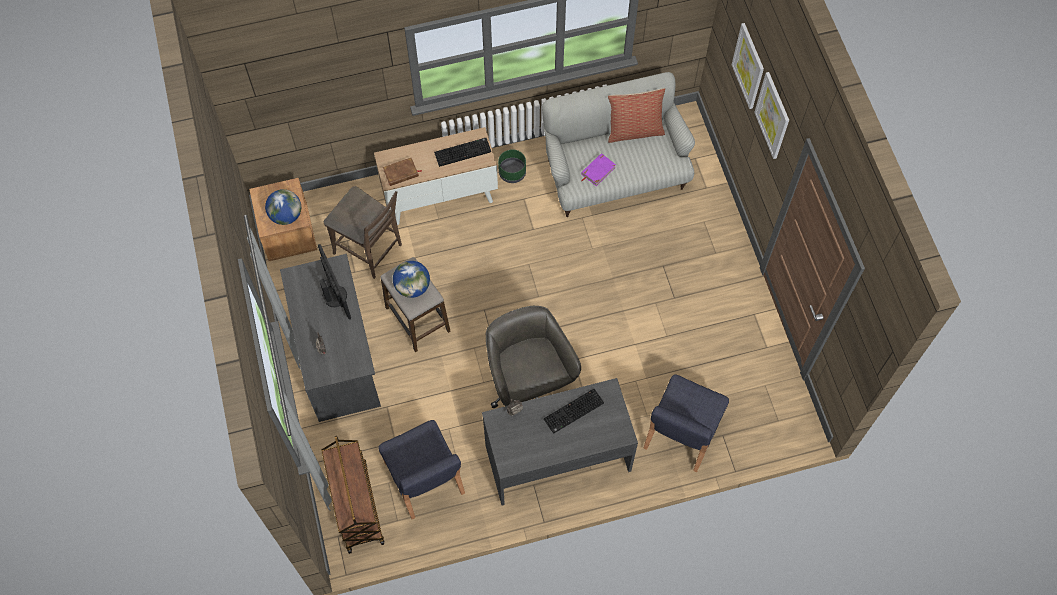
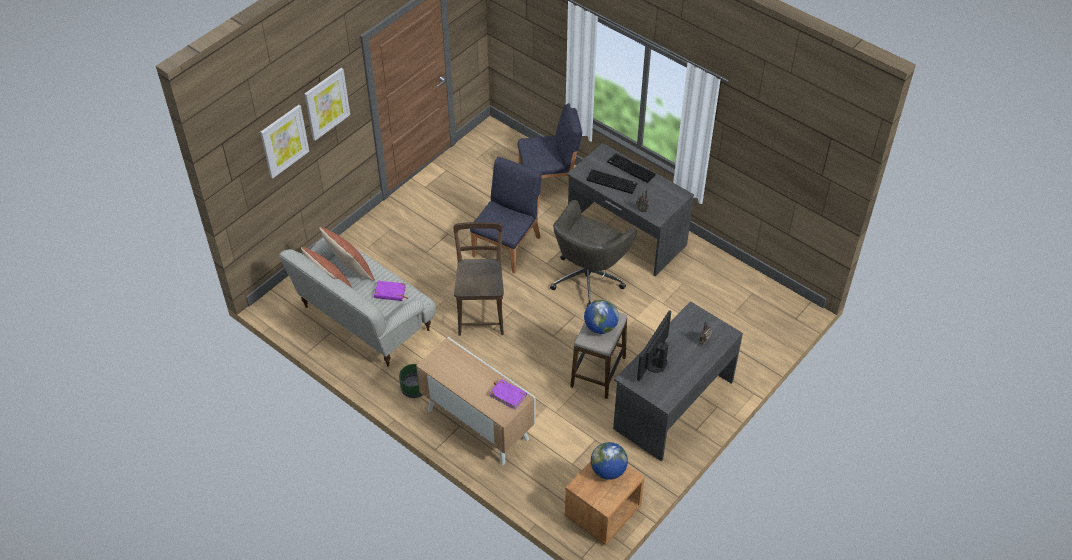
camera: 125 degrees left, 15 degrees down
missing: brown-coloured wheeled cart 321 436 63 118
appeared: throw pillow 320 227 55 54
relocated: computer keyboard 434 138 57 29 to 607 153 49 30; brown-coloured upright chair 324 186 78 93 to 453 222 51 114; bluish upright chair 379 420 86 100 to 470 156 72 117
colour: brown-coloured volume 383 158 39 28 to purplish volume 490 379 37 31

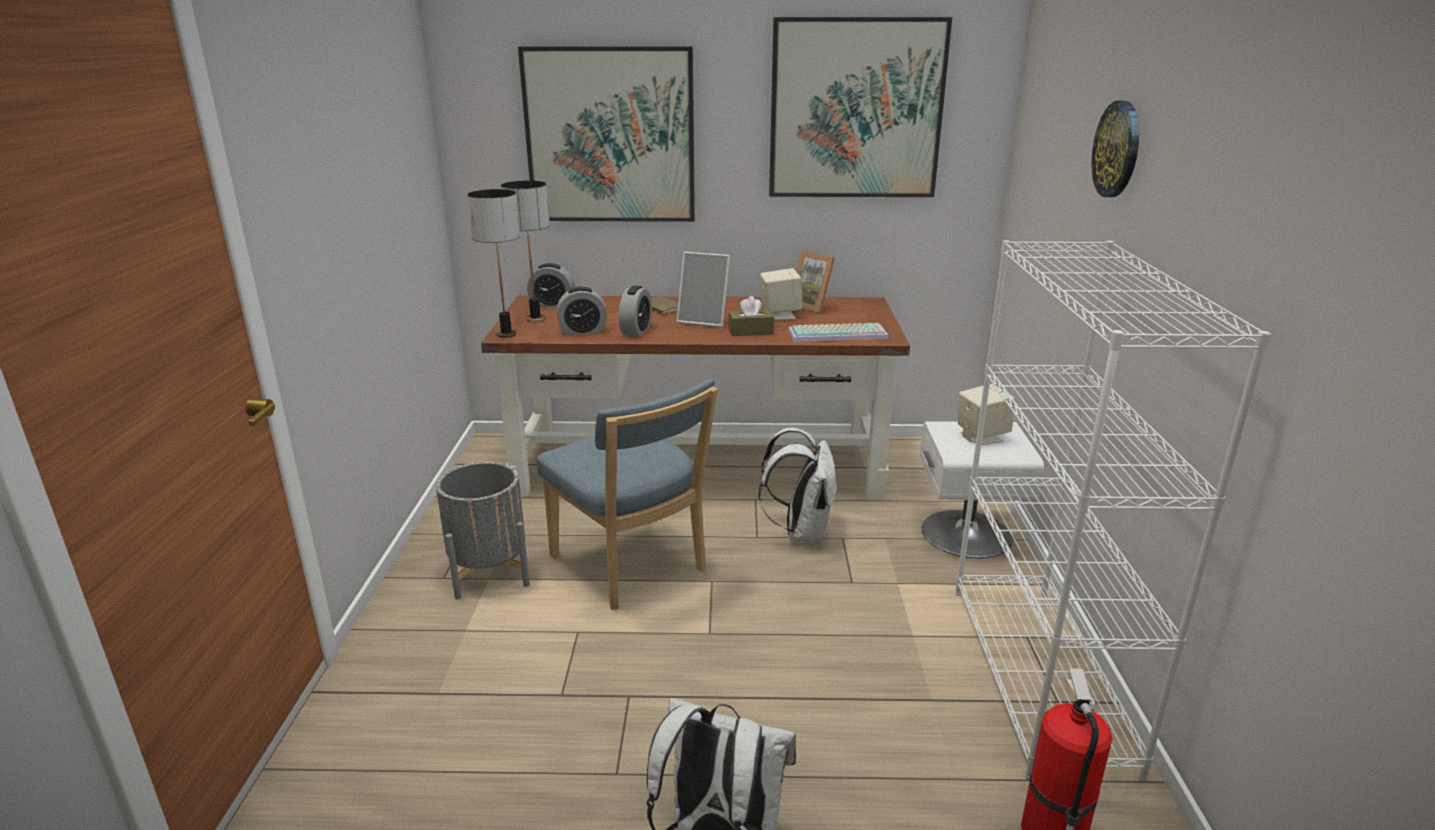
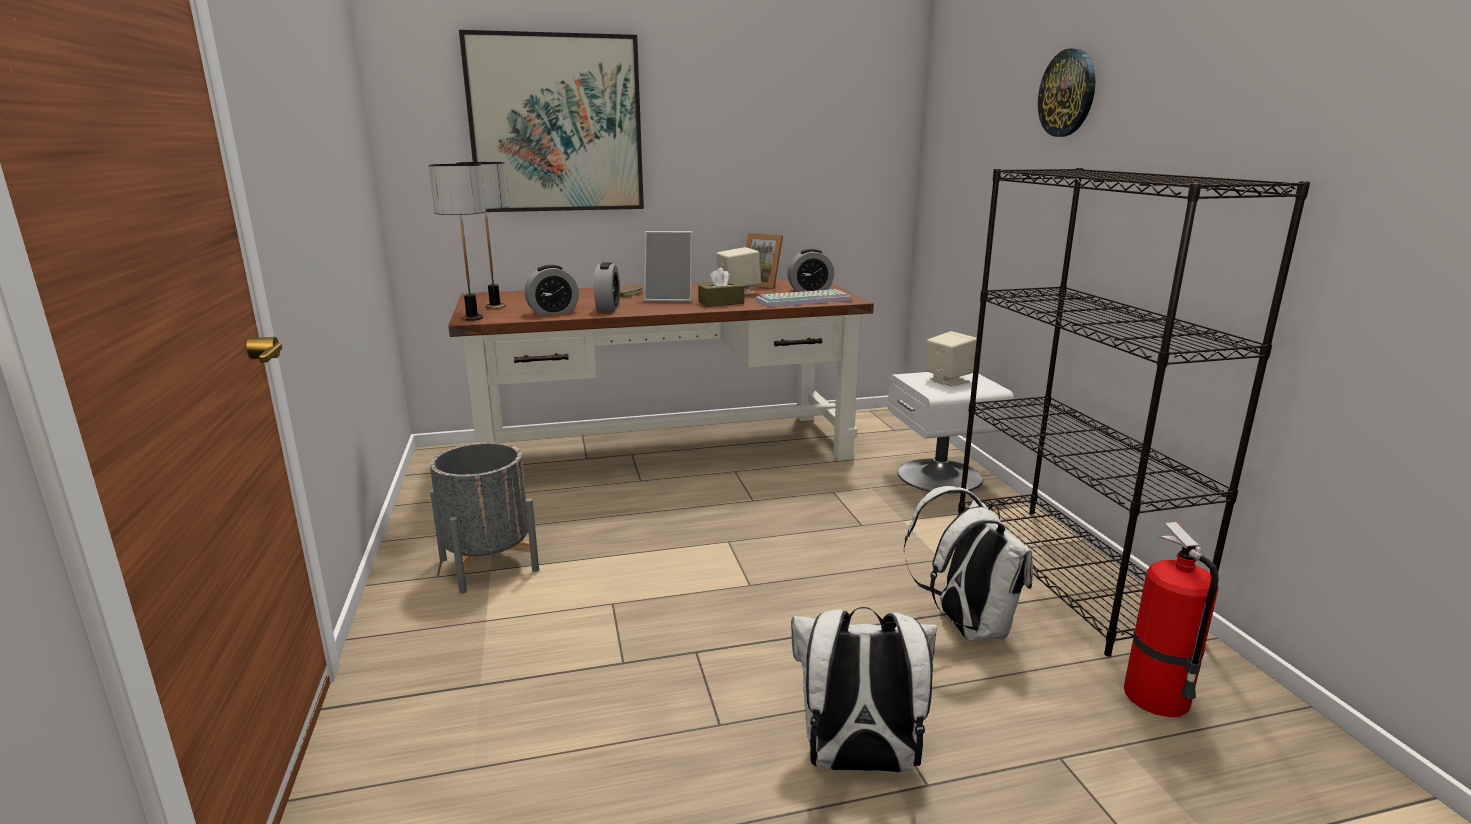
camera: 15 degrees left, 5 degrees down
missing: wall art 769 17 183 180; bluish upright chair 537 378 181 232
relocated: bedside clock 527 263 48 44 to 787 249 47 43; white knapsack 759 427 79 116 to 904 486 129 155
colour: white bookcase 955 240 316 542 to blackish bookcase 958 168 352 489

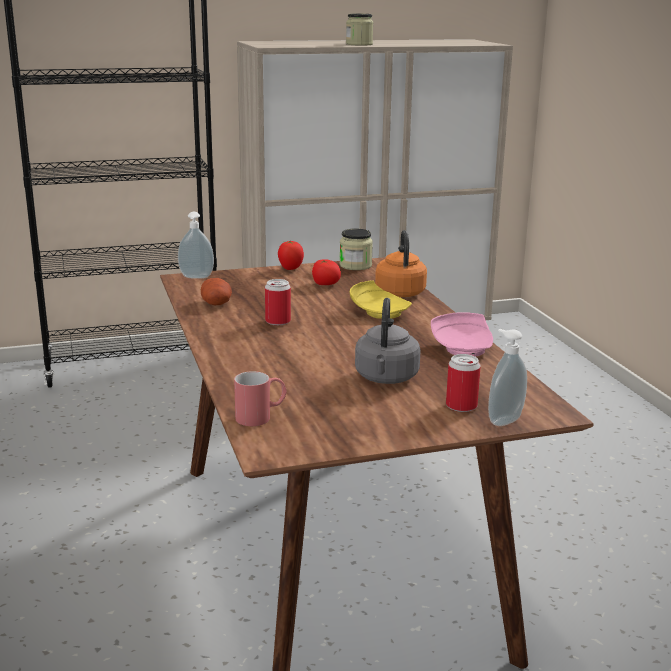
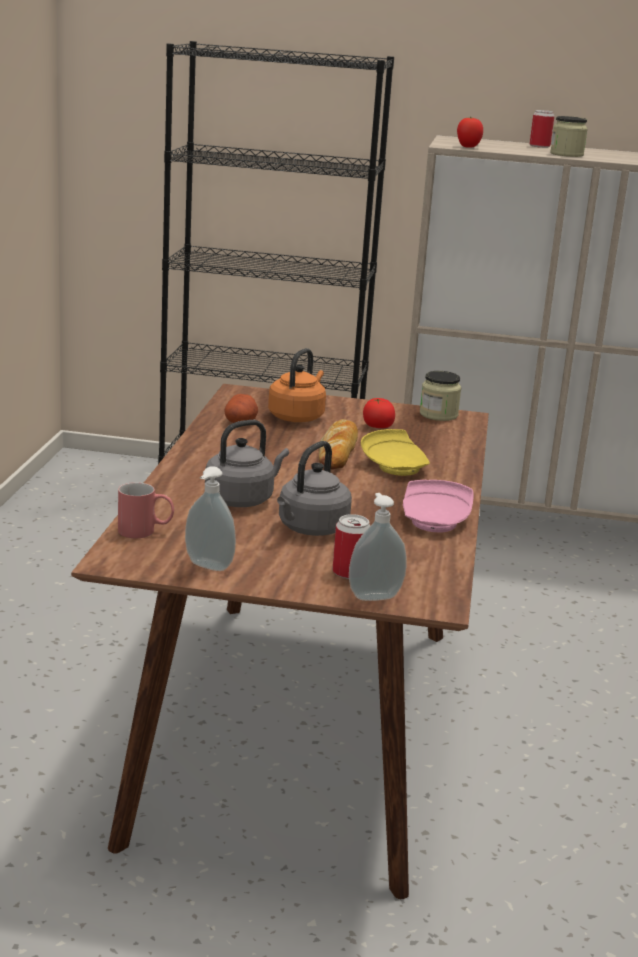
camera: 25 degrees right, 0 degrees up
appeared: bakery bread 319 419 39 51; grey water kettle 205 420 84 87
relocated: soap bottle 178 212 36 67 to 185 466 51 105; orangey water kettle 375 230 52 67 to 268 348 58 74; tomato 278 241 26 29 to 457 117 26 30; can 265 279 26 47 to 530 110 24 38

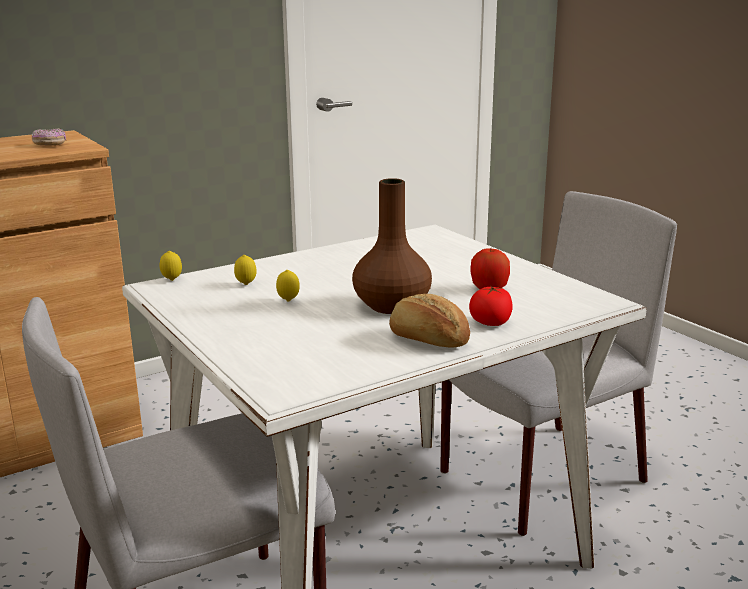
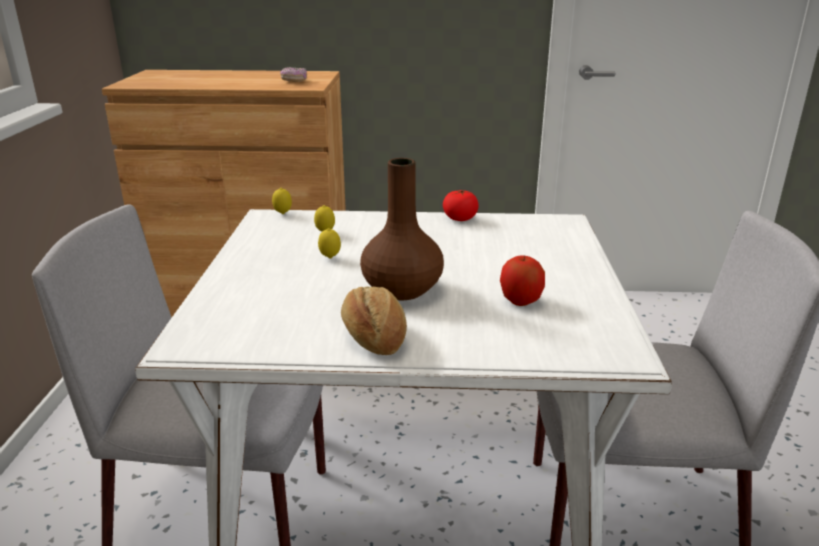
camera: 35 degrees right, 5 degrees up
relocated: tomato 469 286 44 40 to 443 190 36 31

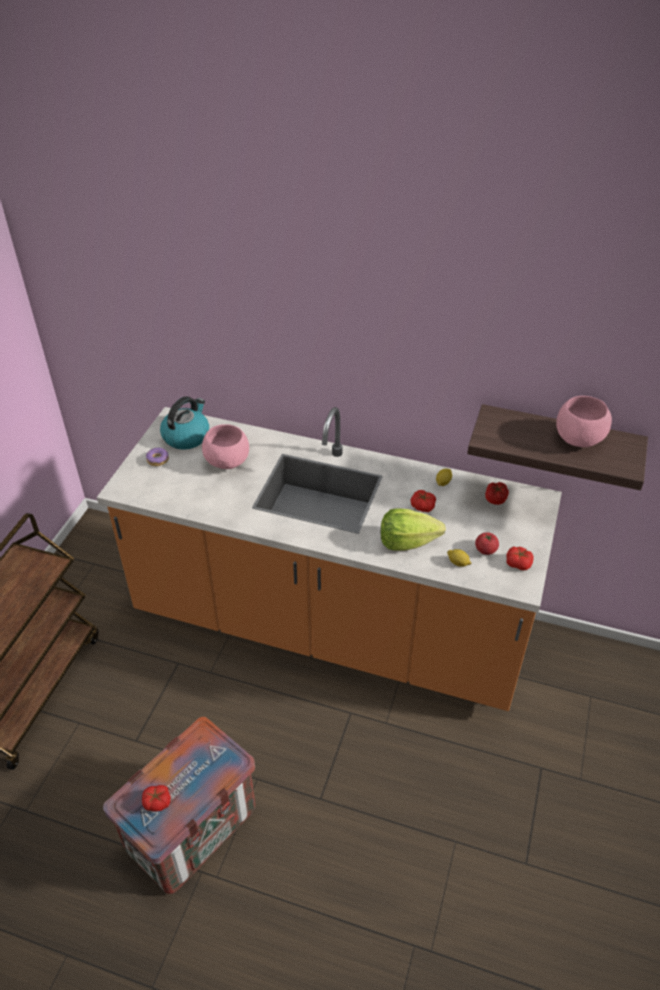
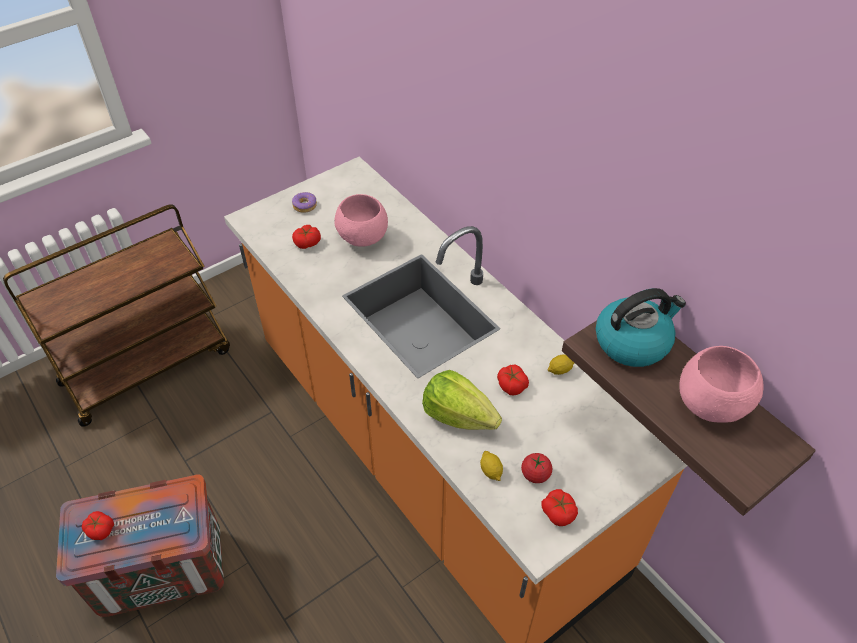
camera: 35 degrees right, 5 degrees up
relocated: water kettle 160 396 49 54 to 596 288 90 79; tomato 485 482 24 23 to 292 225 29 24

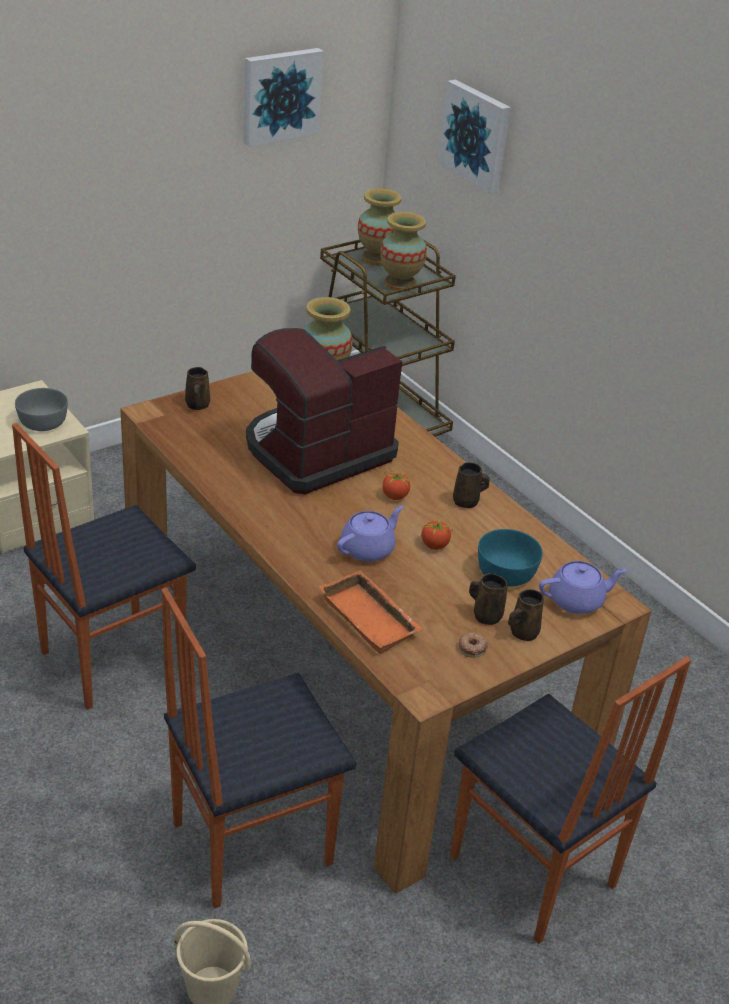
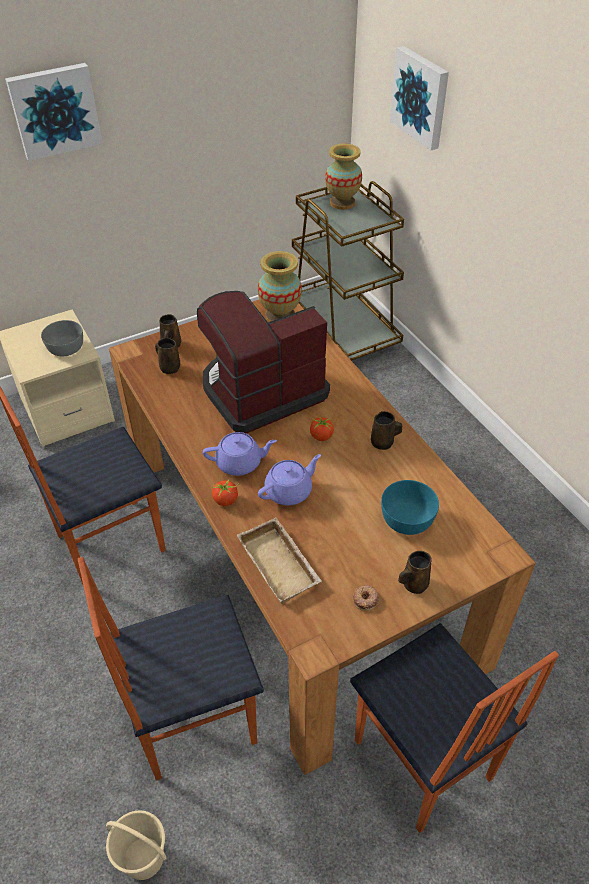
camera: 10 degrees right, 10 degrees up
missing: flower vase 380 212 47 80
relocated: wall art 243 48 81 99 to 5 63 98 98; tomato 421 519 32 31 to 211 477 27 29; purplish teapot 539 561 88 53 to 203 432 74 44; brown-coloured mug 469 573 38 52 to 155 338 25 36
colour: orangey carrying tray 319 570 104 84 to sand-coloured carrying tray 237 517 85 87

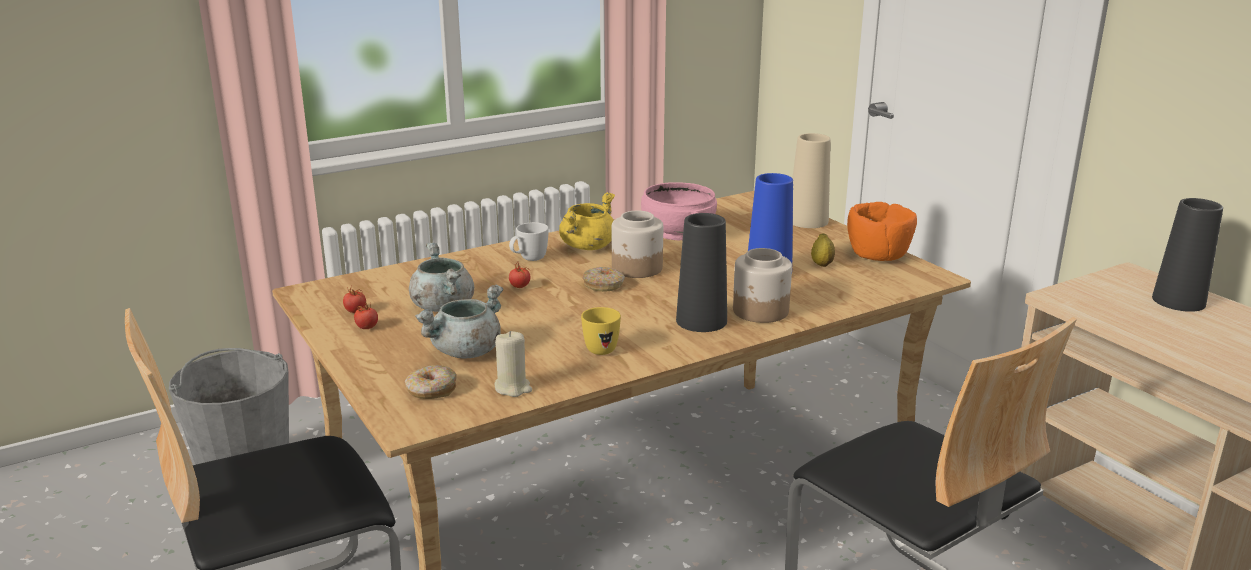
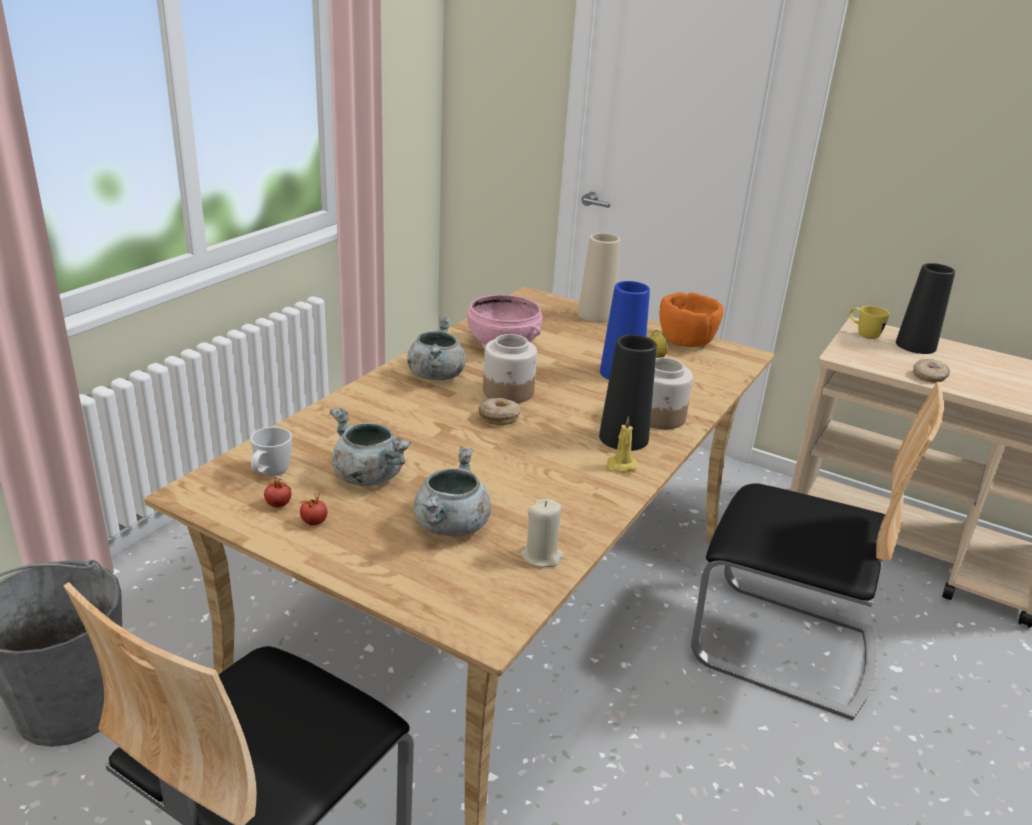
camera: 30 degrees left, 5 degrees up
missing: tomato 509 261 21 27
appeared: yellow-coloured candle 605 416 33 57
relocated: white mug 509 222 40 39 to 250 427 42 49; yellow-coloured mug 581 307 40 48 to 849 306 41 33; doughnut 405 365 52 34 to 913 359 37 23
colour: yellow-coloured stockpot 559 192 56 58 to grey stockpot 407 316 59 64

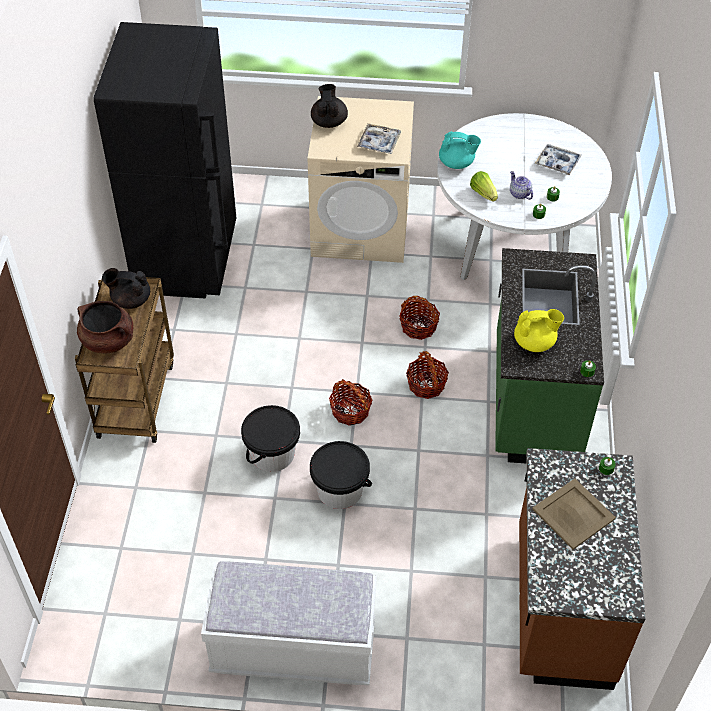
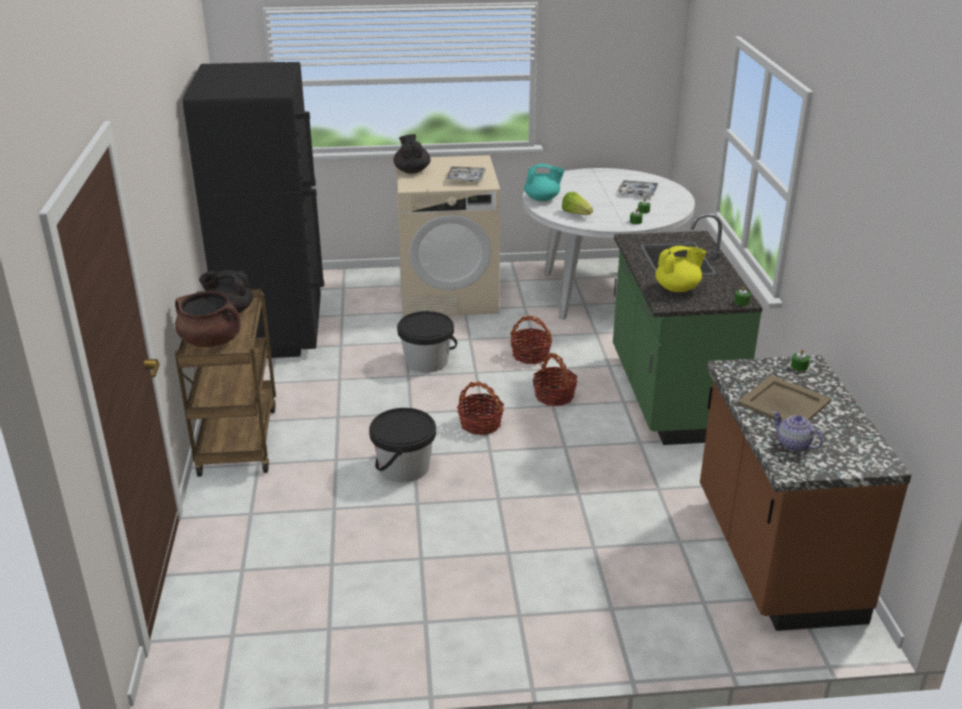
camera: 10 degrees left, 20 degrees down
missing: white bench 201 561 176 124
relocated: teapot 510 171 23 29 to 773 411 50 40; blackish water bucket 310 441 62 68 to 397 311 60 62

